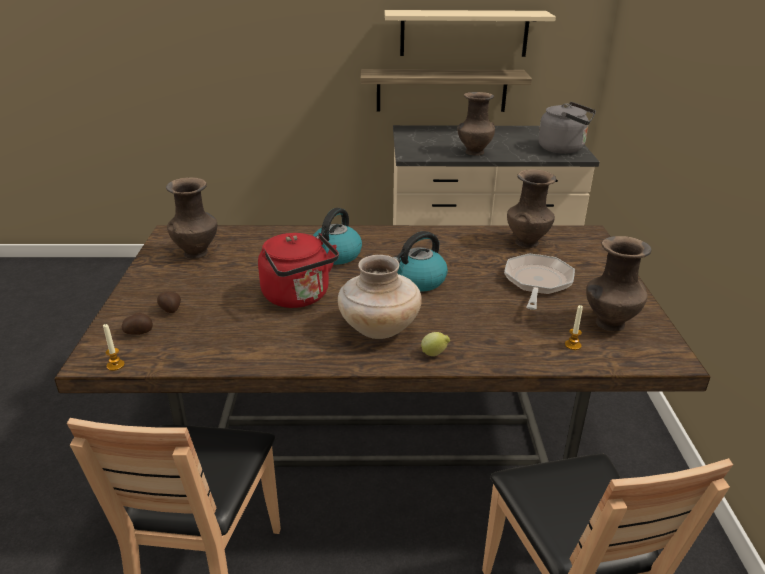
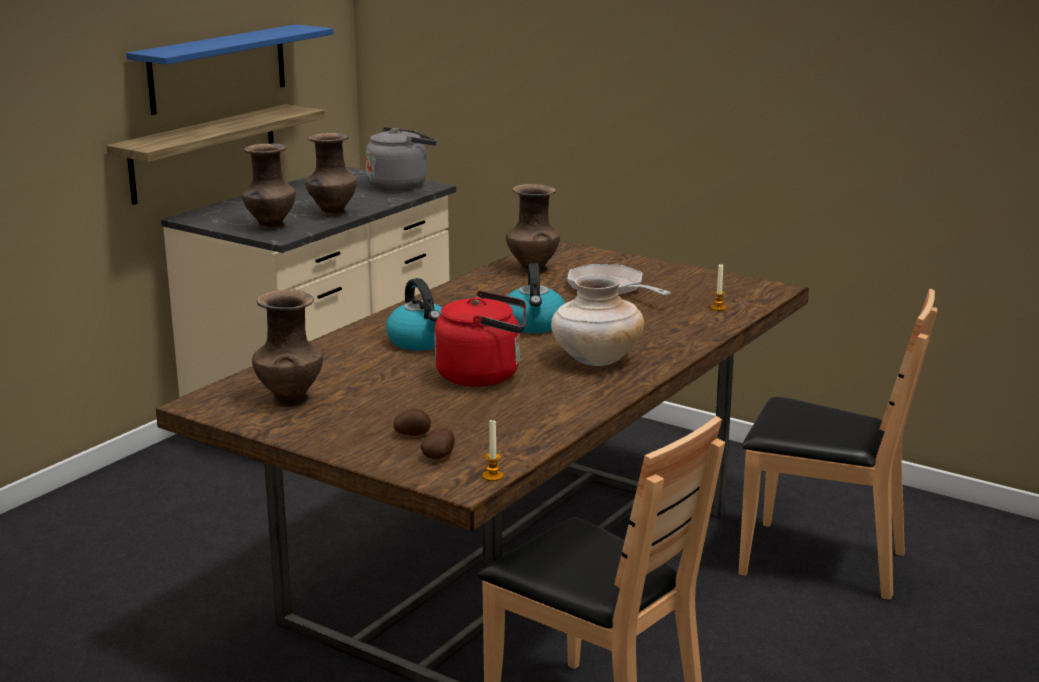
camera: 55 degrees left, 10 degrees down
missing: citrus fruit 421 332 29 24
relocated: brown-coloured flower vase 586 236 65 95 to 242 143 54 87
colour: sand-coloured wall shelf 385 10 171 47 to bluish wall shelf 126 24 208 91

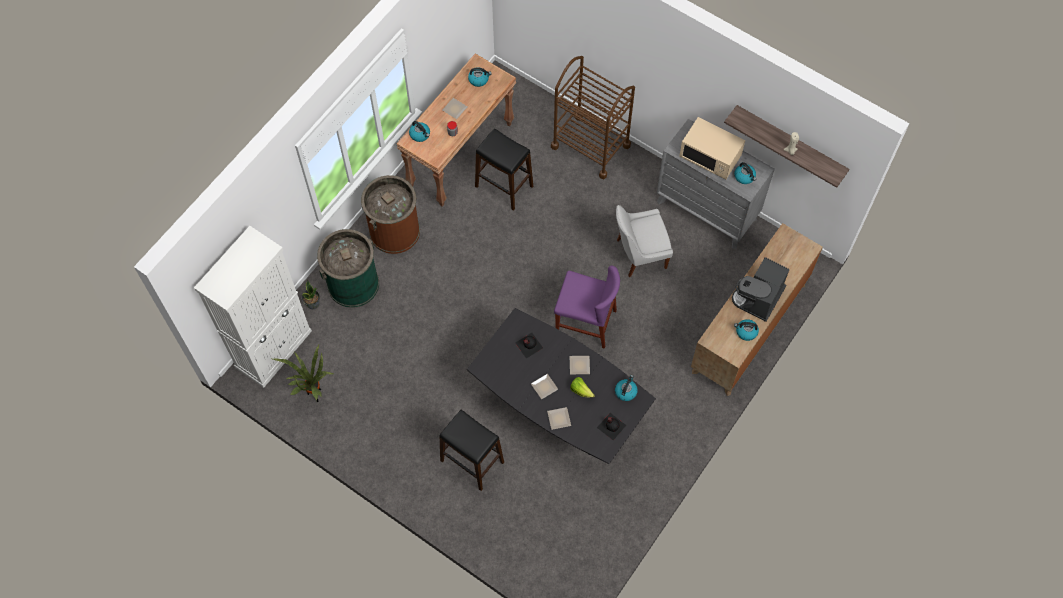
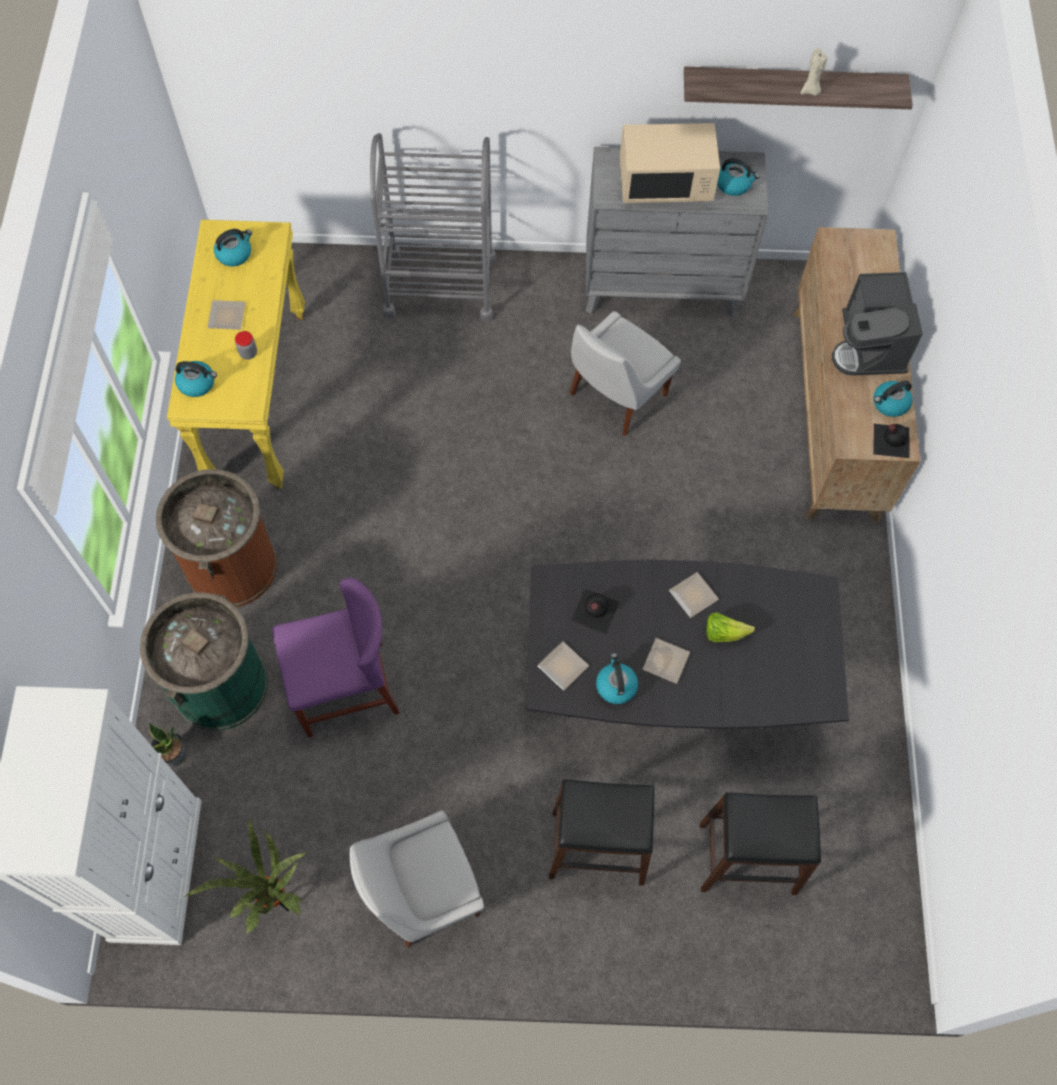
camera: 35 degrees left, 0 degrees up
appeared: white upright chair 350 810 134 138
relocated: blackish sitting stool 475 129 58 82 to 700 793 121 102; purplish upright chair 554 266 66 83 to 272 578 128 159; water kettle 615 375 23 26 to 596 653 42 51; plate 547 407 24 23 to 537 641 52 49; blackish drink bottle 597 413 29 27 to 874 424 35 34
colour: brown-coloured hall table 396 54 120 153 to yellow-coloured hall table 167 220 138 269; brown-coloured wheeled cart 551 56 84 123 to grey wheeled cart 370 133 126 189

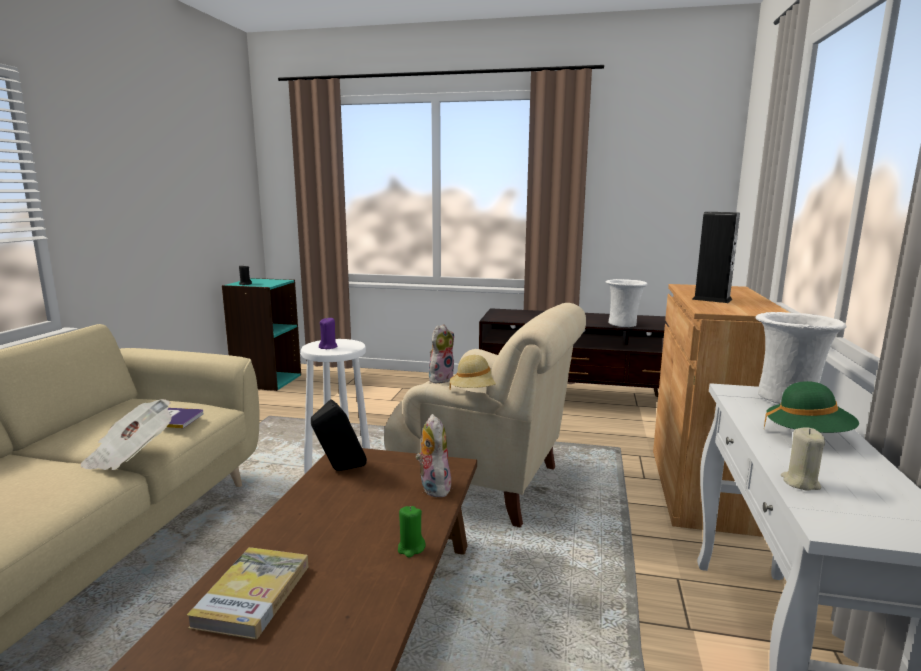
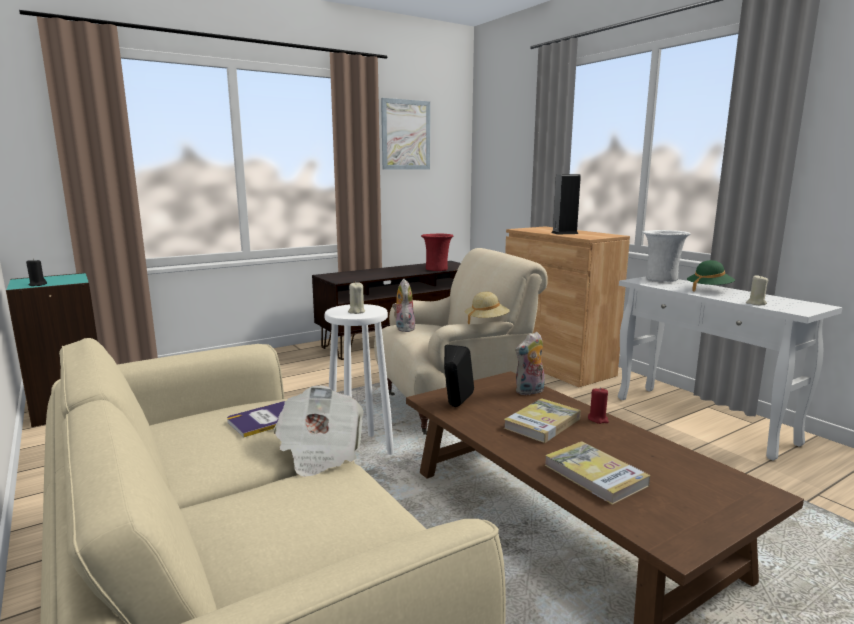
camera: 45 degrees left, 0 degrees up
appeared: wall art 381 98 49 72; volume 504 398 77 45
colour: white flower vase 606 279 42 48 to red flower vase 421 233 32 38; purplish candle 319 318 18 31 to sand-coloured candle 348 282 17 32; green candle 398 506 28 51 to red candle 588 387 21 37
spun: plush toy 416 414 35 84 = 515 332 30 63 60 degrees counterclockwise

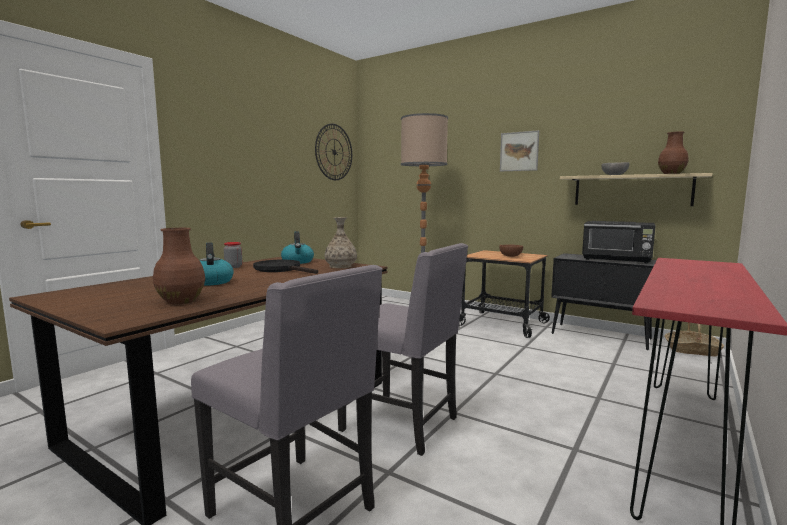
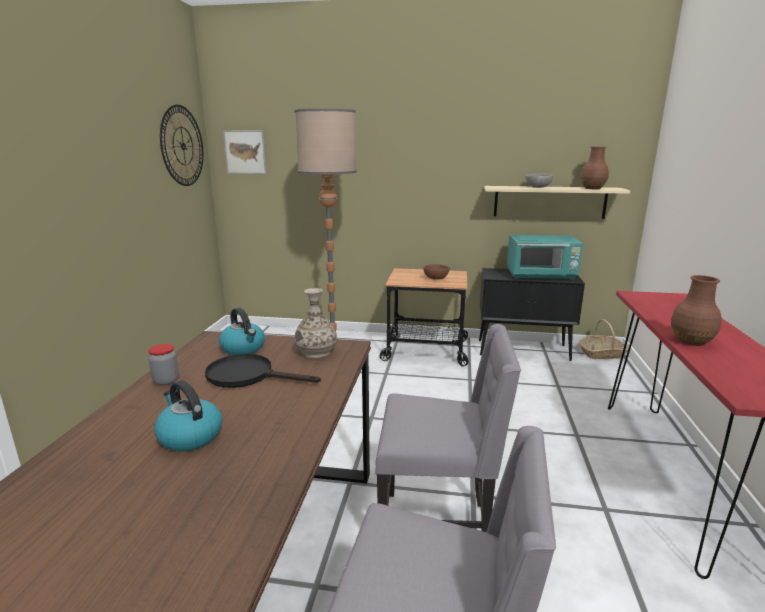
camera: 25 degrees left, 10 degrees up
relocated: wall art 500 130 39 41 to 223 130 44 44; brown-coloured flower vase 153 228 52 76 to 671 275 50 71
colour: blackish kitchen microwave 582 221 74 43 to turquoise kitchen microwave 507 235 76 45

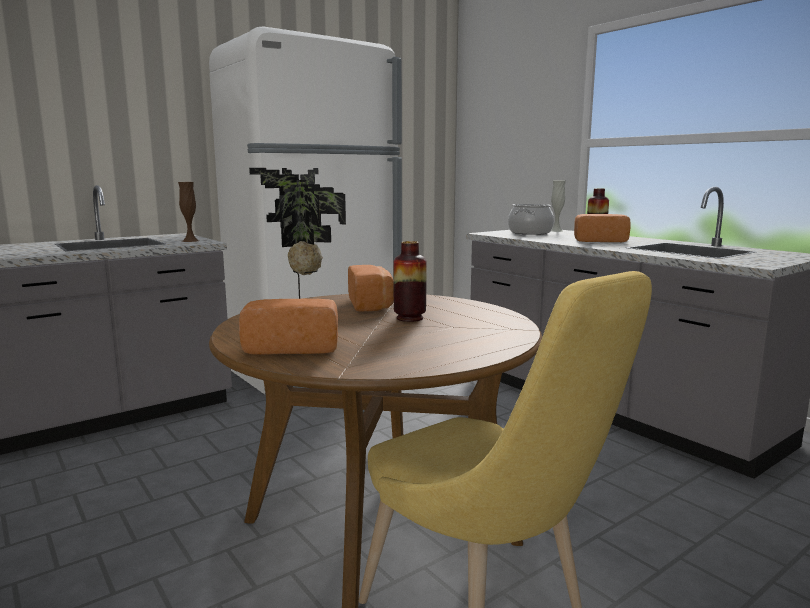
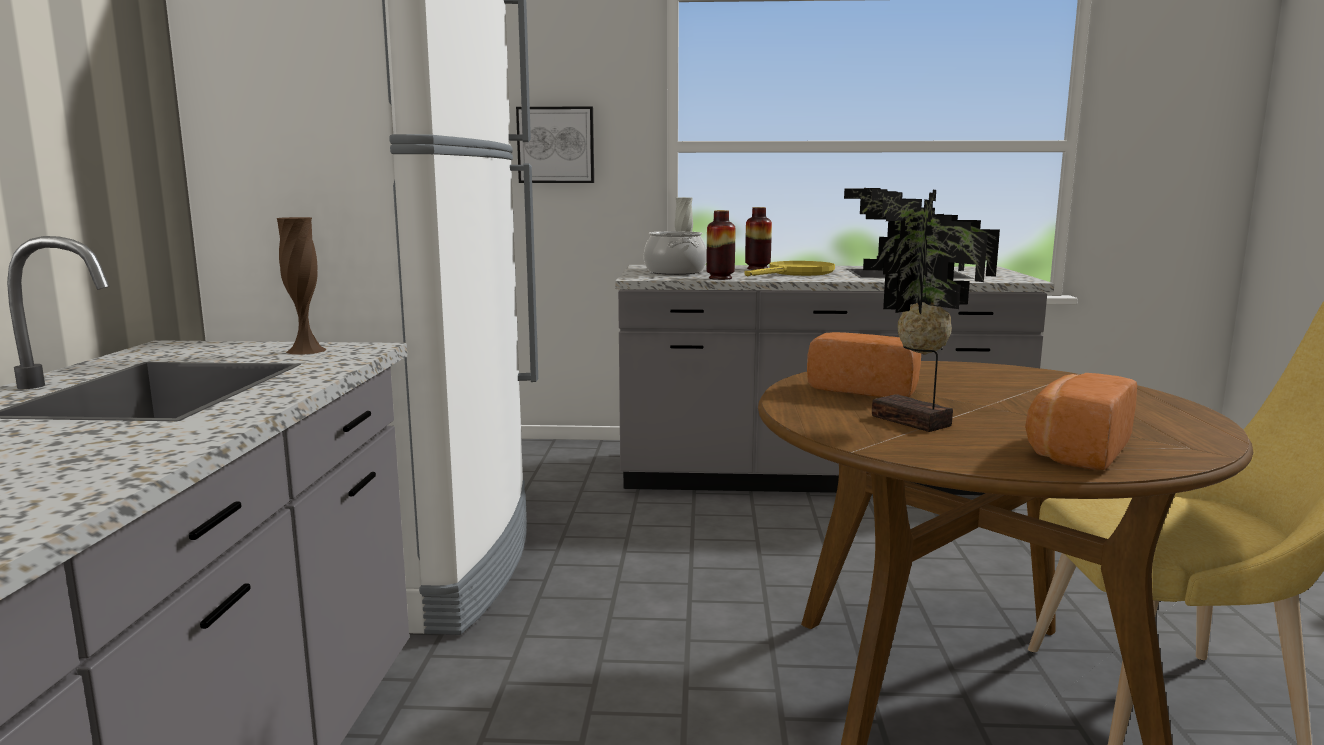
camera: 50 degrees left, 0 degrees up
appeared: wall art 516 107 78 76
relocated: flower vase 393 241 34 81 to 707 210 28 70
exchanged: bakery bread 574 214 57 28 to yellow-coloured pan 744 261 91 15

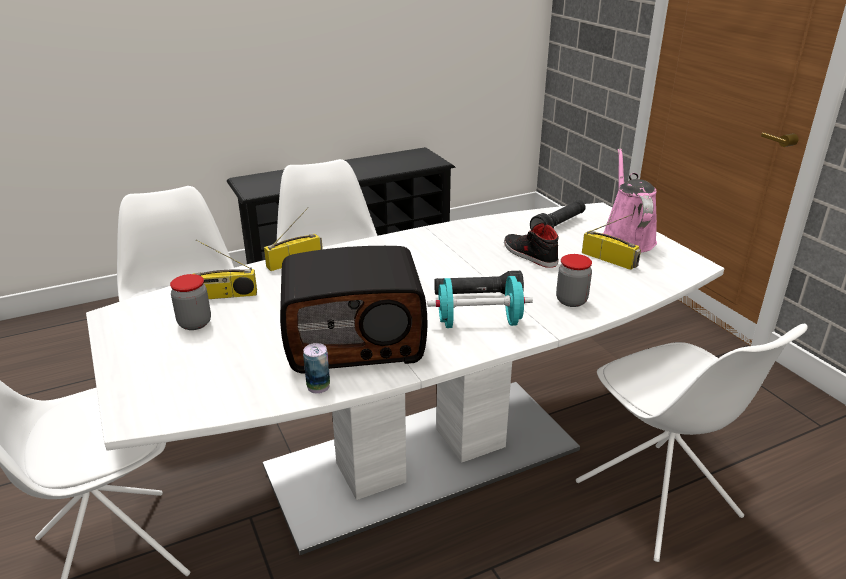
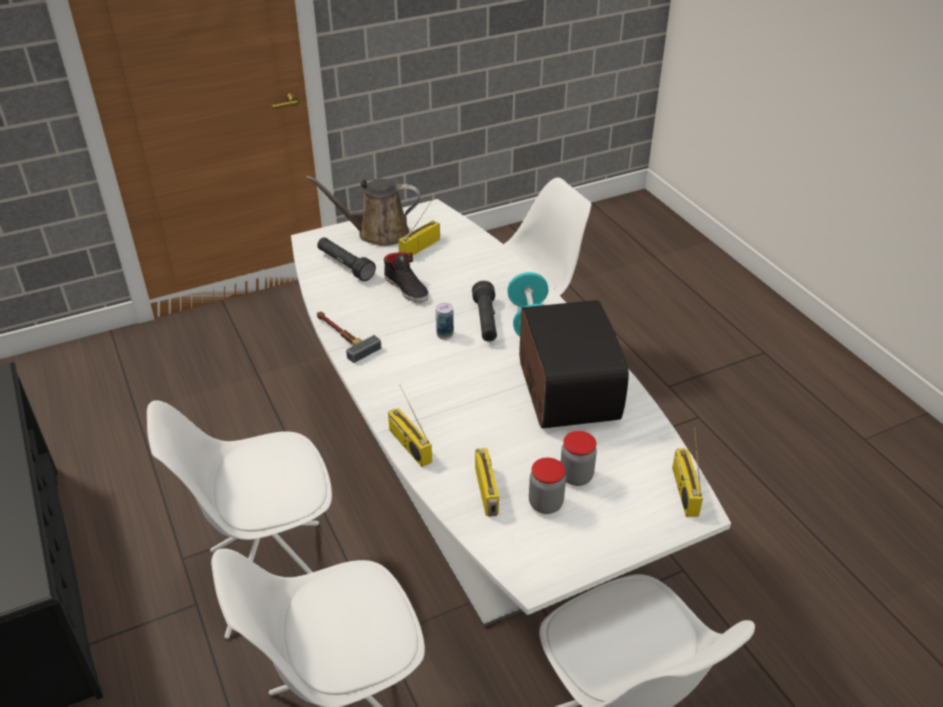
camera: 90 degrees left, 10 degrees up
appeared: hand hammer 317 311 64 52; radio receiver 672 427 31 90
relocated: jar 556 254 36 53 to 561 431 36 55; can 303 343 27 51 to 436 303 18 37
colour: pinkish watering can 603 148 54 104 to brown-coloured watering can 306 176 114 70
spun: blackish item of footwear 504 222 55 46 = 384 252 45 50 90 degrees counterclockwise

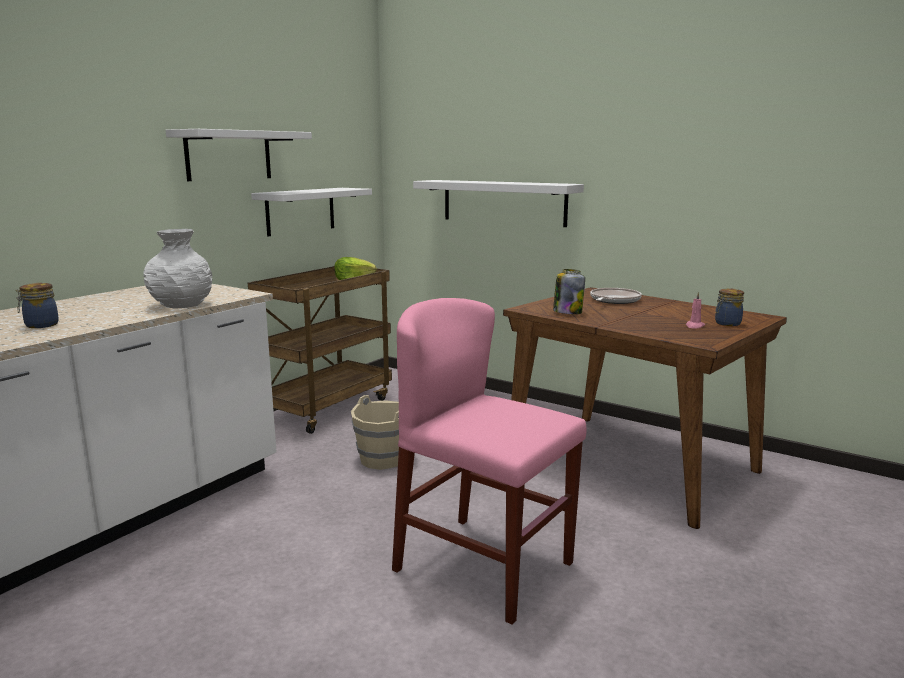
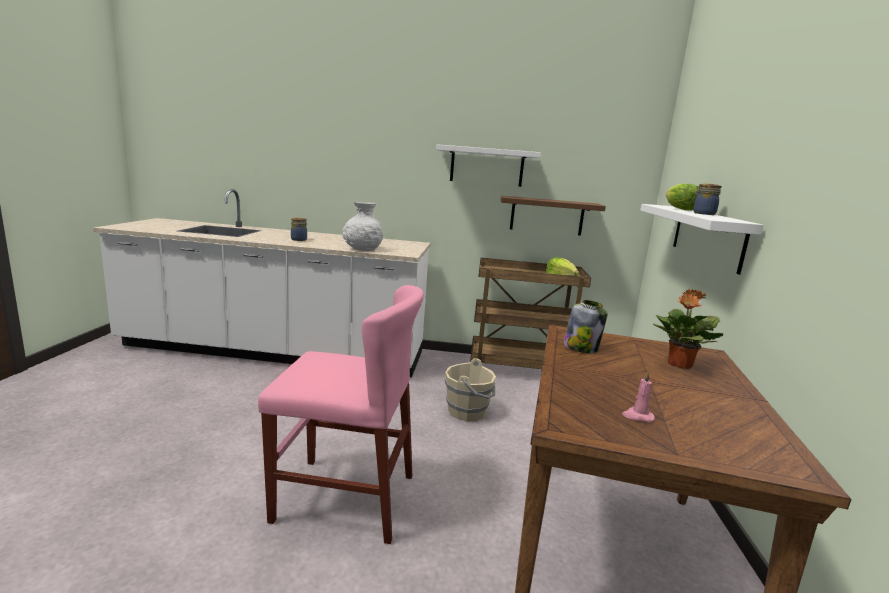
camera: 60 degrees right, 0 degrees up
appeared: lettuce 666 184 33 26
relocated: jar 715 288 29 38 to 692 183 30 32
exchanged: pan 590 288 52 16 to houseplant 653 289 71 80
colour: white wall shelf 251 188 121 48 to brown-coloured wall shelf 501 196 105 40
spun: pinkish upright chair 392 298 194 327 = 258 285 166 259 90 degrees clockwise

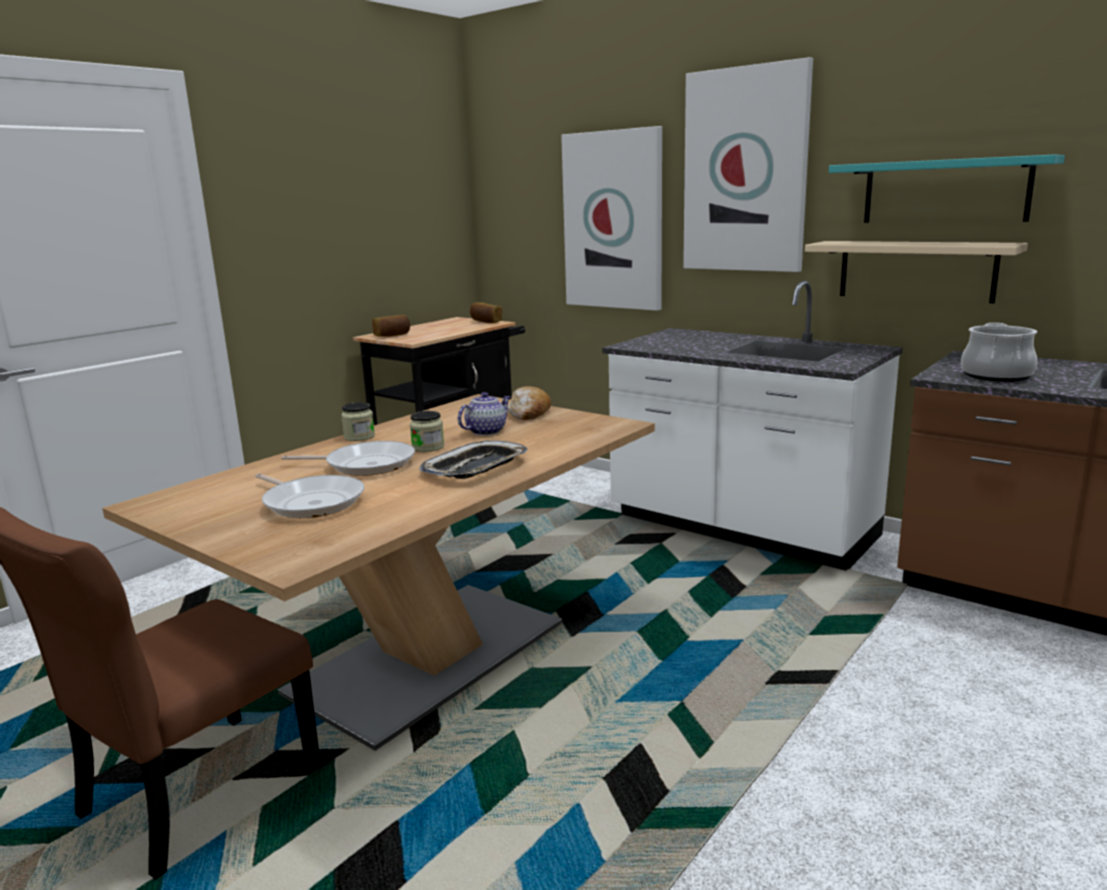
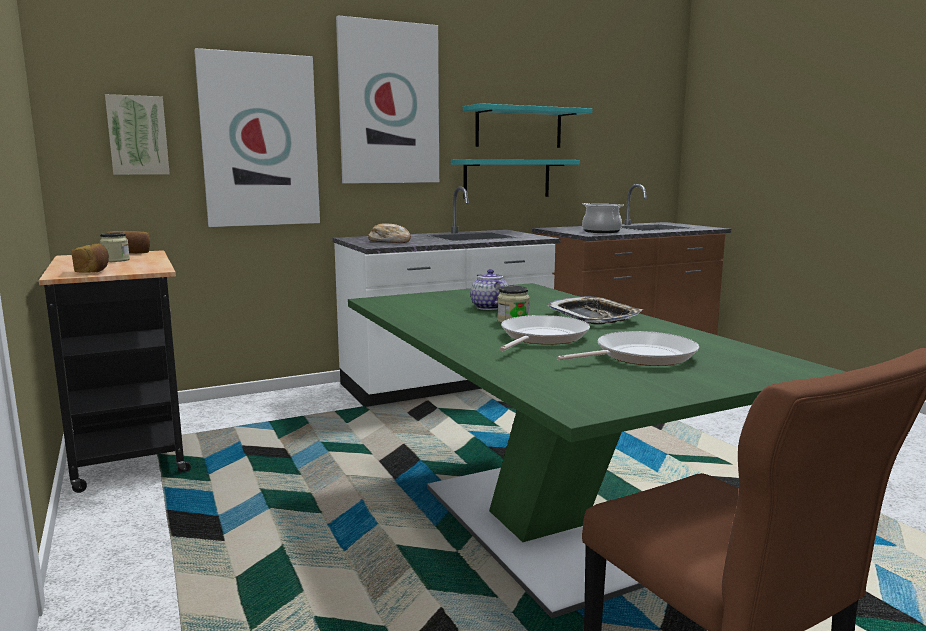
camera: 65 degrees left, 5 degrees down
appeared: wall art 105 94 65 81
relocated: bakery bread 507 386 44 34 to 368 223 43 20; jar 341 402 34 39 to 100 232 30 30
colour: sand-coloured wall shelf 805 241 223 62 to turquoise wall shelf 451 159 129 40; brown-coloured dining table 102 394 553 357 to green dining table 348 283 497 335

